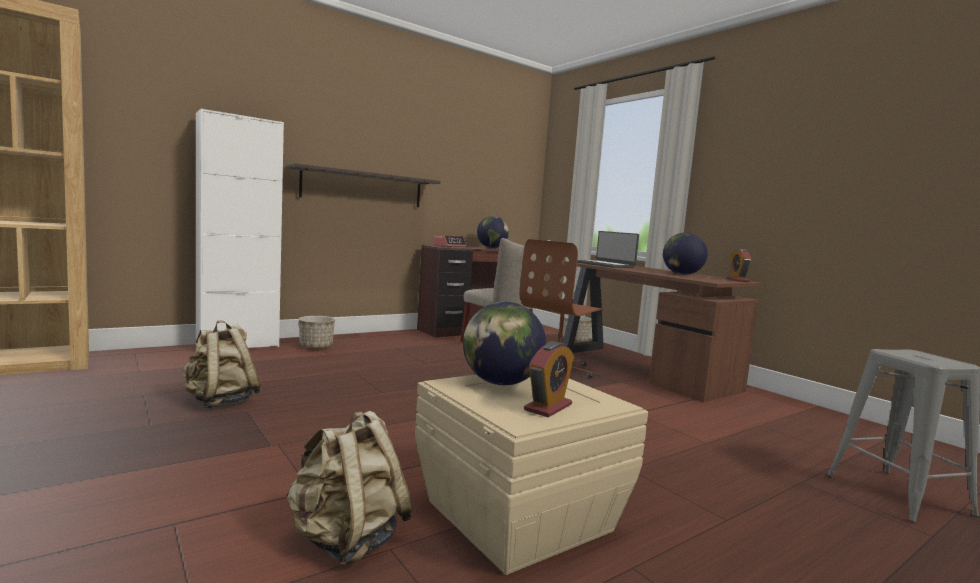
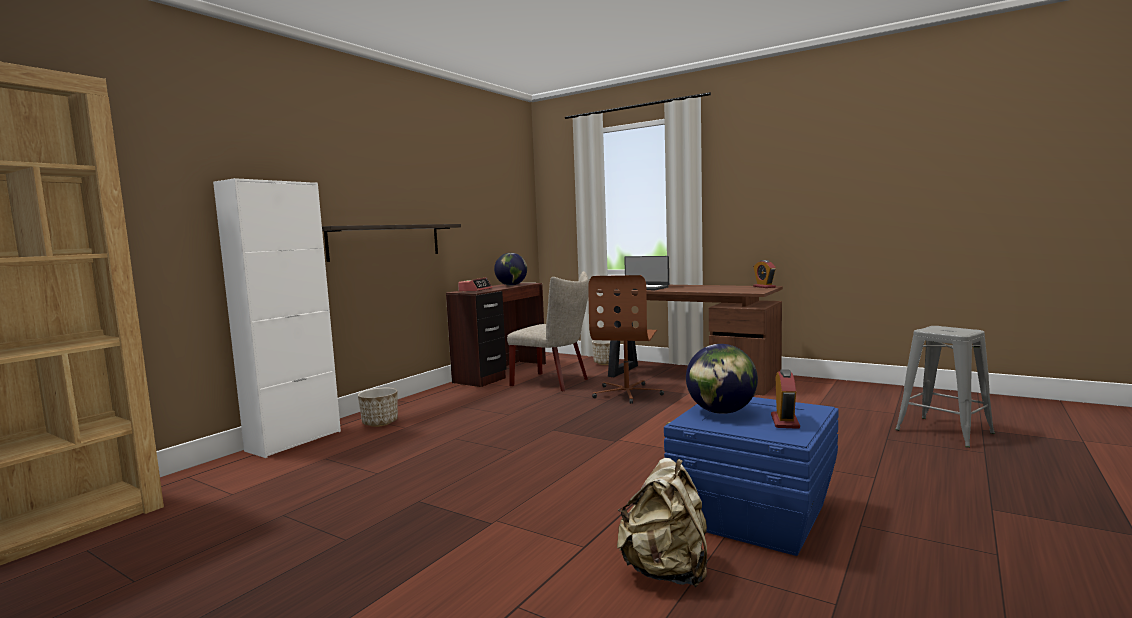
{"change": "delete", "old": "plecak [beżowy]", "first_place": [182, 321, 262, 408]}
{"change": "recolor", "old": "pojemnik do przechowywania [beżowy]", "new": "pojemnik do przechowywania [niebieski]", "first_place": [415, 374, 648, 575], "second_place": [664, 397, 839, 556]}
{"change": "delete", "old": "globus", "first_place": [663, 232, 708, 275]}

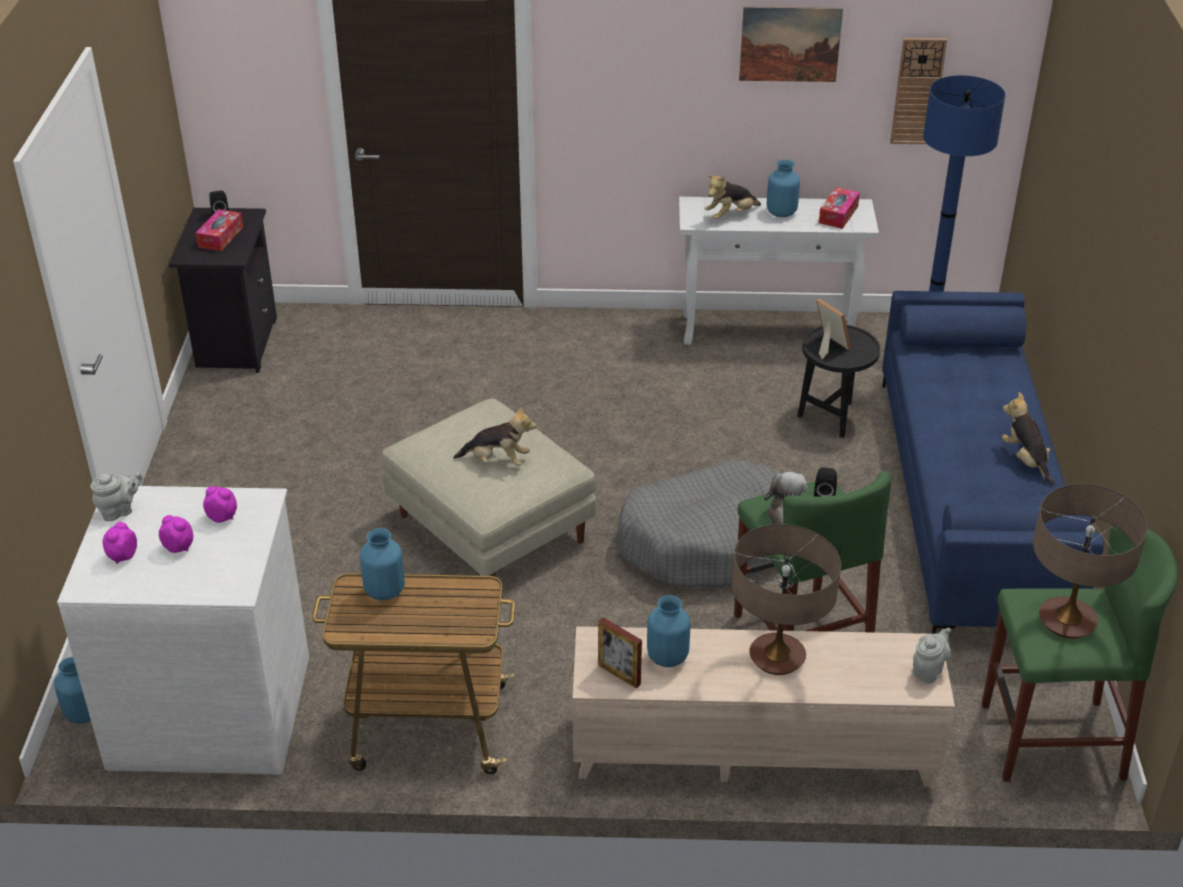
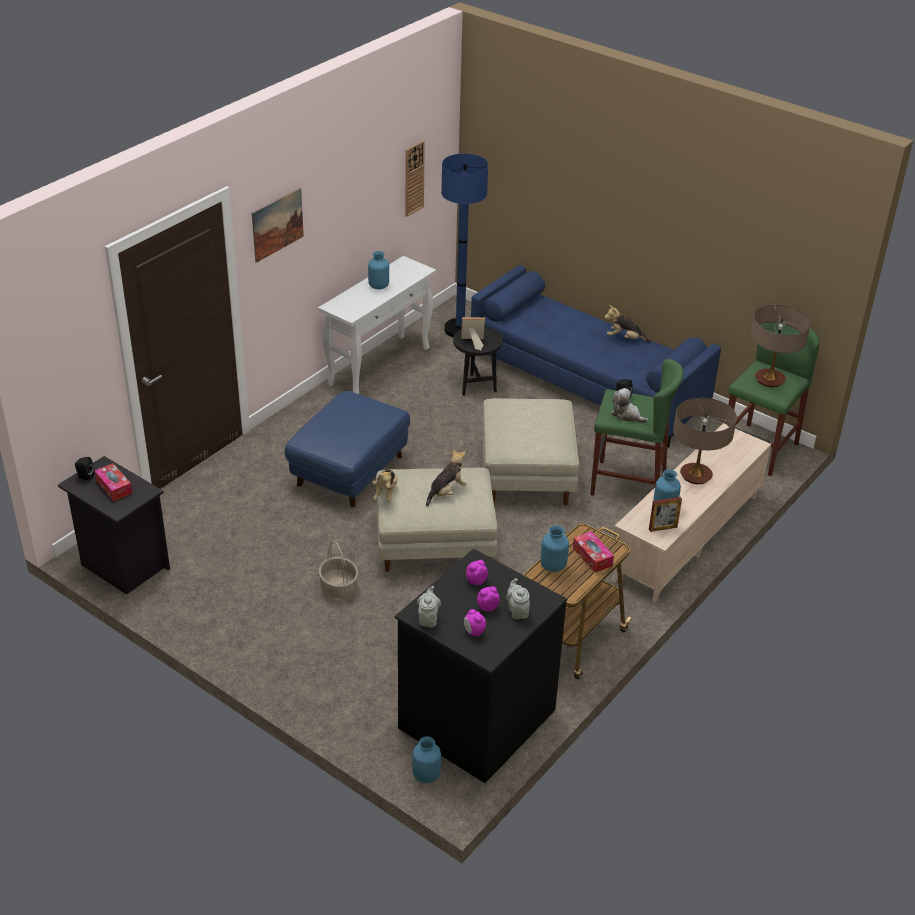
{"change": "recolor", "old": "komoda [biały]", "new": "komoda [czarny]", "first_place": [57, 486, 309, 775], "second_place": [395, 549, 567, 783]}
{"change": "replace", "old": "legowisko [szary]", "new": "pufa [beżowy]", "first_place": [616, 460, 780, 588], "second_place": [482, 398, 579, 505]}
{"change": "move", "old": "pluszak", "first_place": [705, 175, 761, 220], "second_place": [373, 470, 397, 502]}
{"change": "move", "old": "obraz", "first_place": [739, 6, 843, 82], "second_place": [252, 188, 304, 263]}
{"change": "move", "old": "pudełko chusteczek", "first_place": [819, 187, 860, 229], "second_place": [573, 531, 614, 573]}
{"change": "move", "old": "imbryk [szary]", "first_place": [913, 628, 951, 684], "second_place": [506, 578, 530, 619]}
{"change": "insert", "new": "pufa [niebieski]", "second_place": [285, 391, 410, 507]}
{"change": "insert", "new": "koszyk", "second_place": [319, 540, 358, 598]}

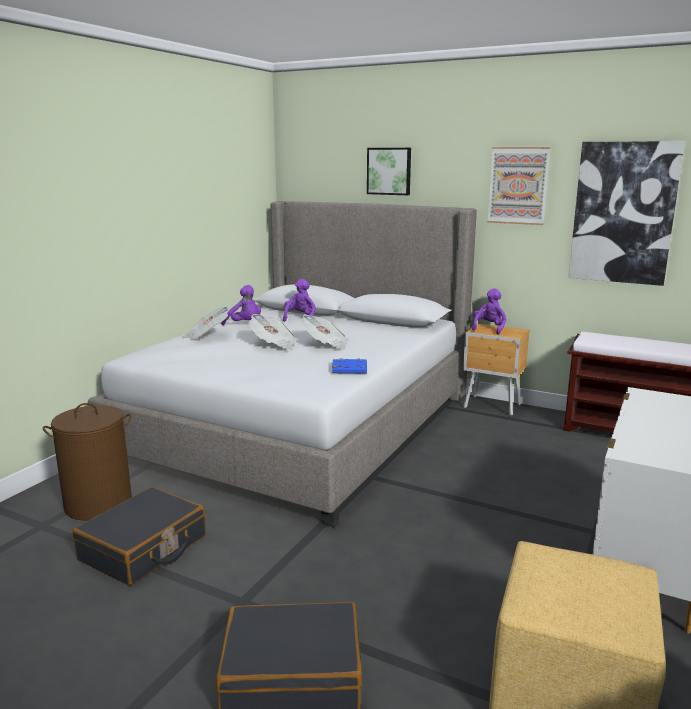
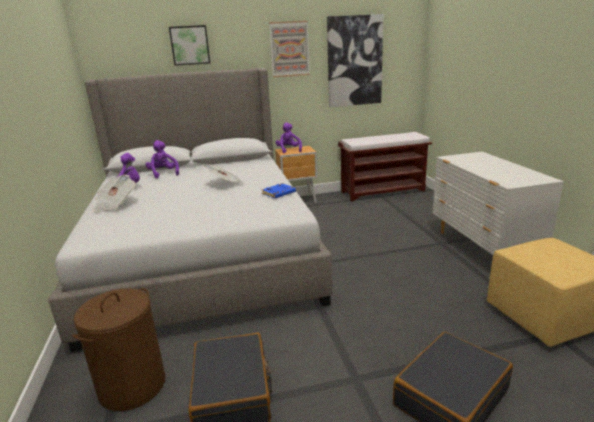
{"change": "delete", "old": "gazeta", "first_place": [248, 314, 298, 350]}

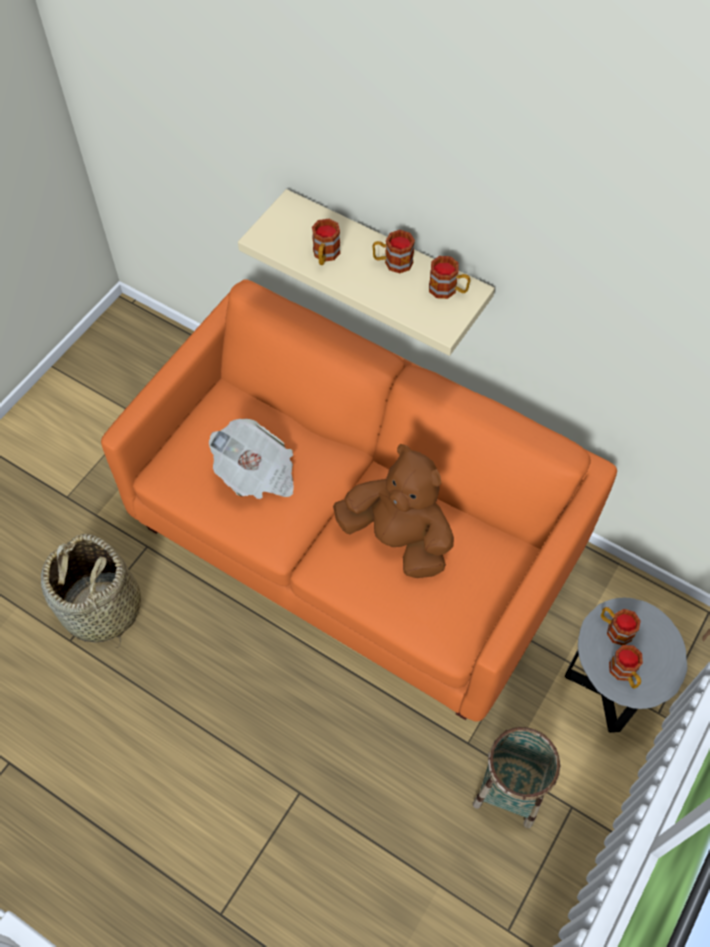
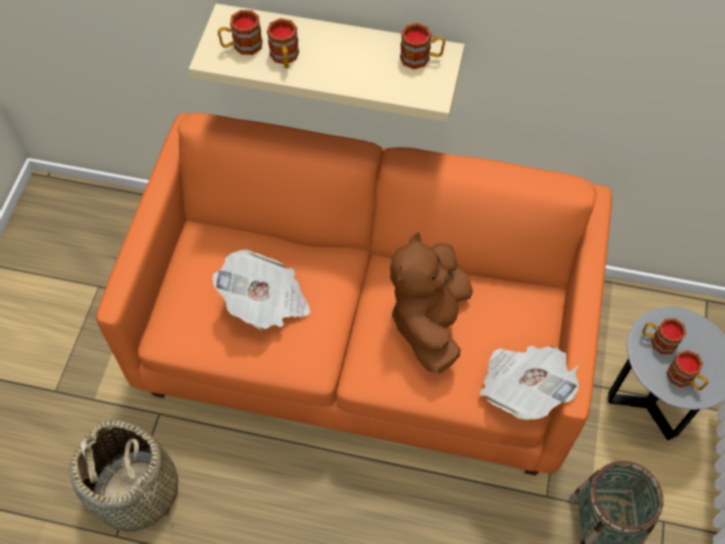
{"change": "rotate", "old": "pluszak [brązowy]", "first_place": [333, 444, 454, 578], "second_place": [390, 232, 473, 373], "degrees": -90}
{"change": "move", "old": "kubek", "first_place": [372, 230, 415, 273], "second_place": [218, 10, 263, 55]}
{"change": "insert", "new": "gazeta", "second_place": [480, 346, 579, 420]}

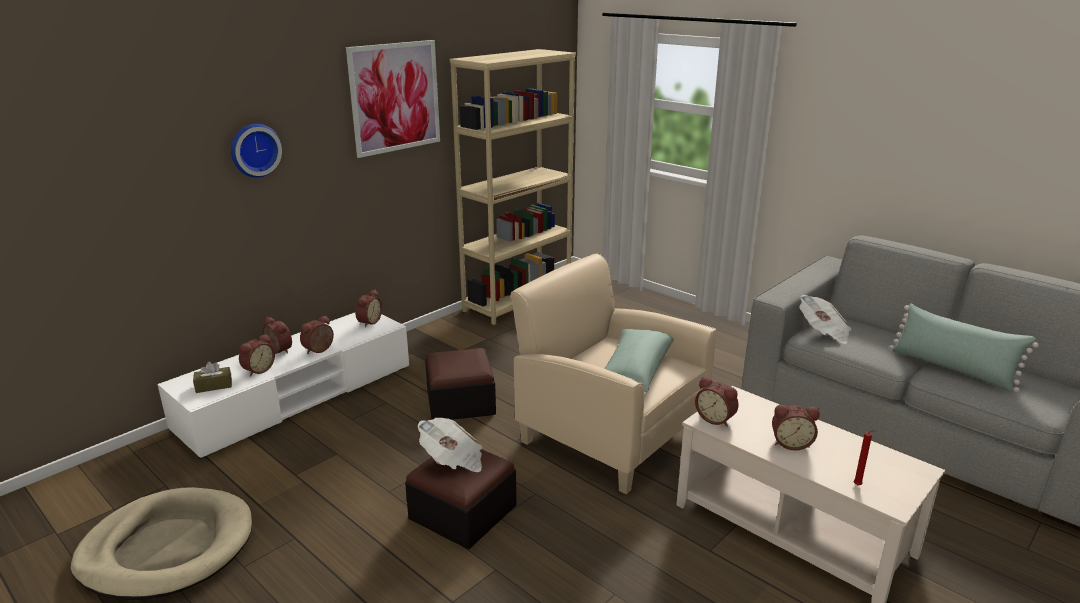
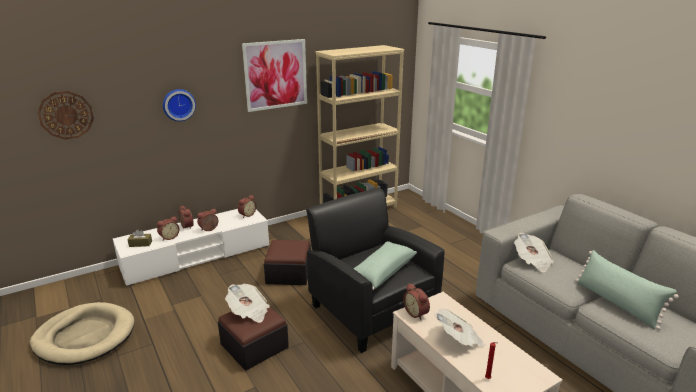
{"change": "recolor", "old": "fotel [beżowy]", "new": "fotel [czarny]", "first_place": [511, 253, 716, 494], "second_place": [306, 188, 445, 353]}
{"change": "replace", "old": "budzik", "new": "gazeta", "first_place": [772, 405, 820, 450], "second_place": [434, 309, 486, 347]}
{"change": "insert", "new": "zegar ścienny", "second_place": [37, 91, 94, 140]}

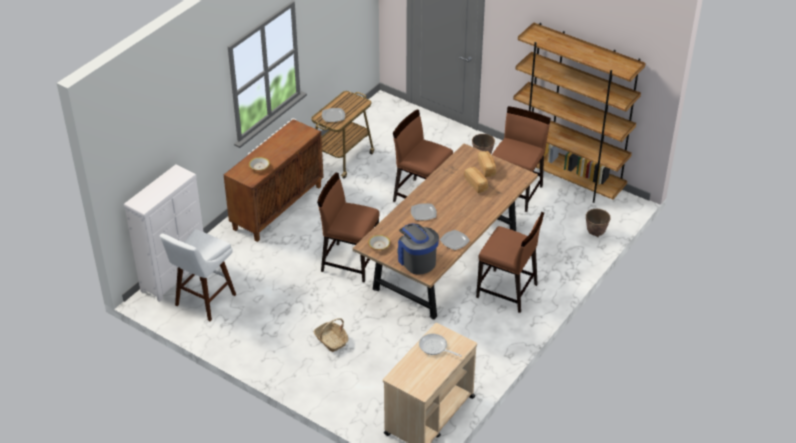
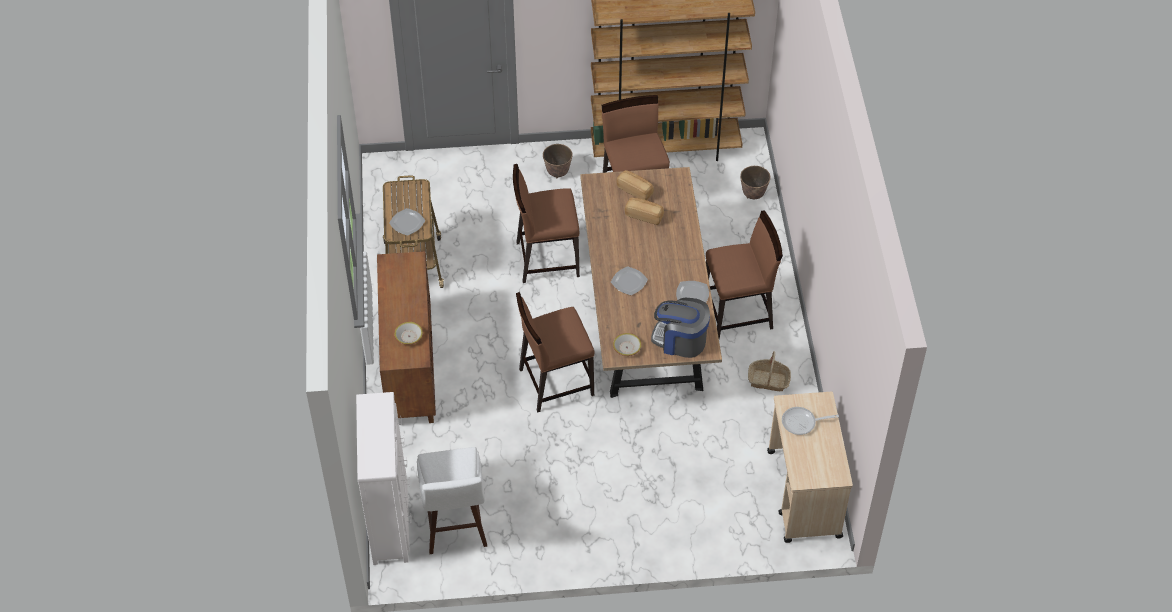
{"change": "move", "old": "koszyk", "first_place": [313, 318, 349, 352], "second_place": [748, 351, 791, 391]}

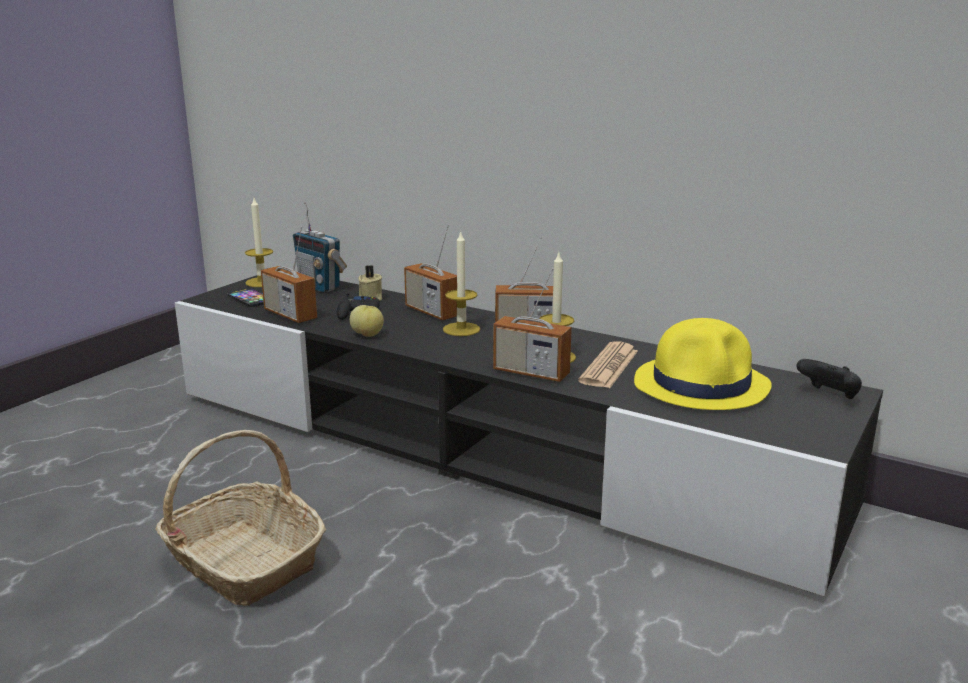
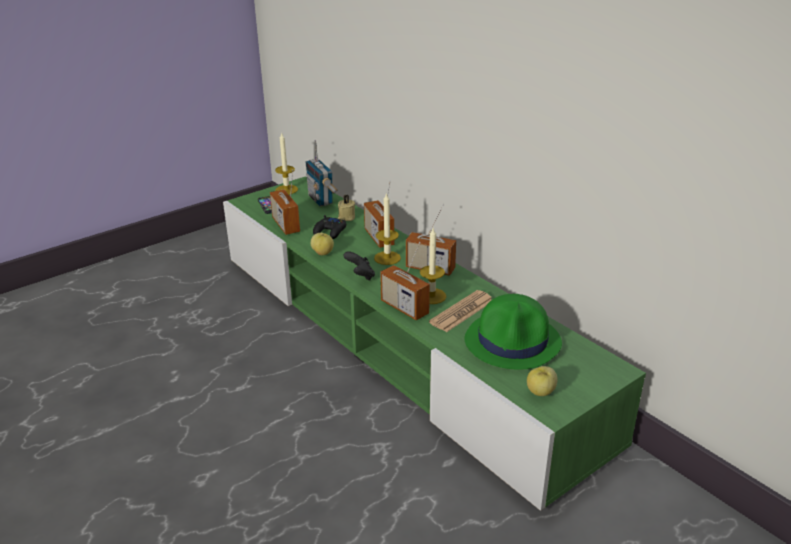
{"change": "delete", "old": "koszyk", "first_place": [155, 430, 326, 606]}
{"change": "recolor", "old": "szafka pod telewizor [czarny]", "new": "szafka pod telewizor [zielony]", "first_place": [175, 275, 883, 596], "second_place": [223, 176, 646, 511]}
{"change": "recolor", "old": "kapelusz [żółty]", "new": "kapelusz [zielony]", "first_place": [634, 318, 772, 410], "second_place": [464, 294, 562, 369]}
{"change": "move", "old": "pad do gier [czarny]", "first_place": [796, 359, 862, 399], "second_place": [343, 251, 375, 281]}
{"change": "insert", "new": "jabłko", "second_place": [527, 366, 557, 396]}

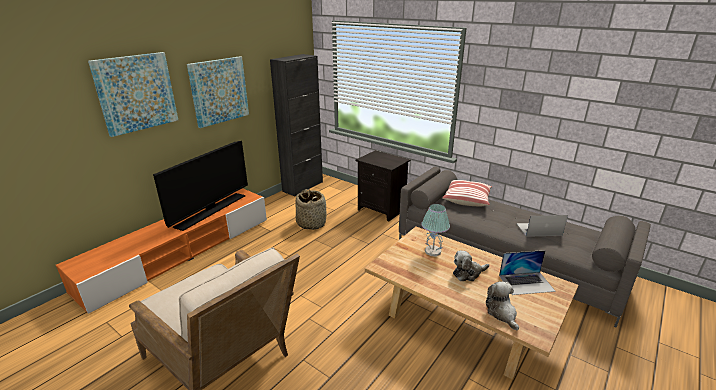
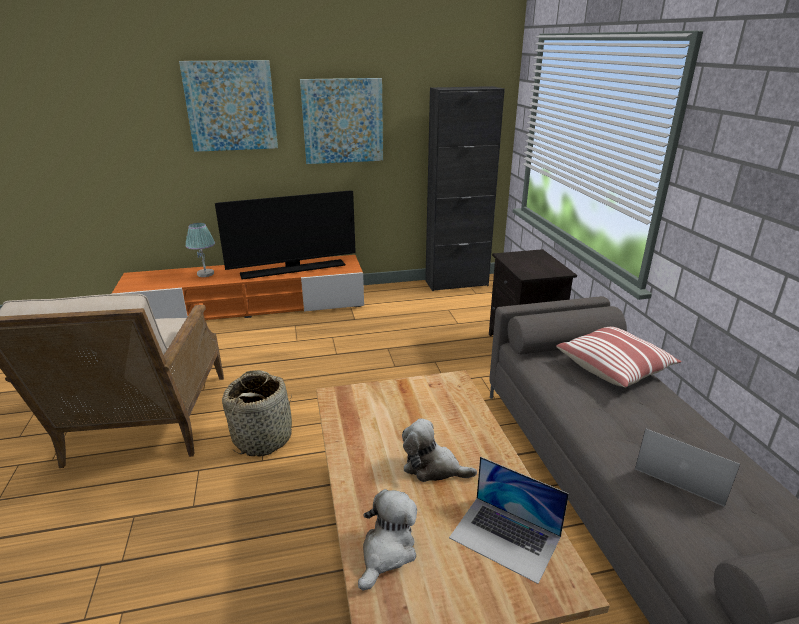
{"change": "move", "old": "koszyk", "first_place": [295, 189, 327, 230], "second_place": [222, 370, 292, 456]}
{"change": "move", "old": "lampa stołowa", "first_place": [421, 204, 450, 257], "second_place": [185, 223, 215, 277]}

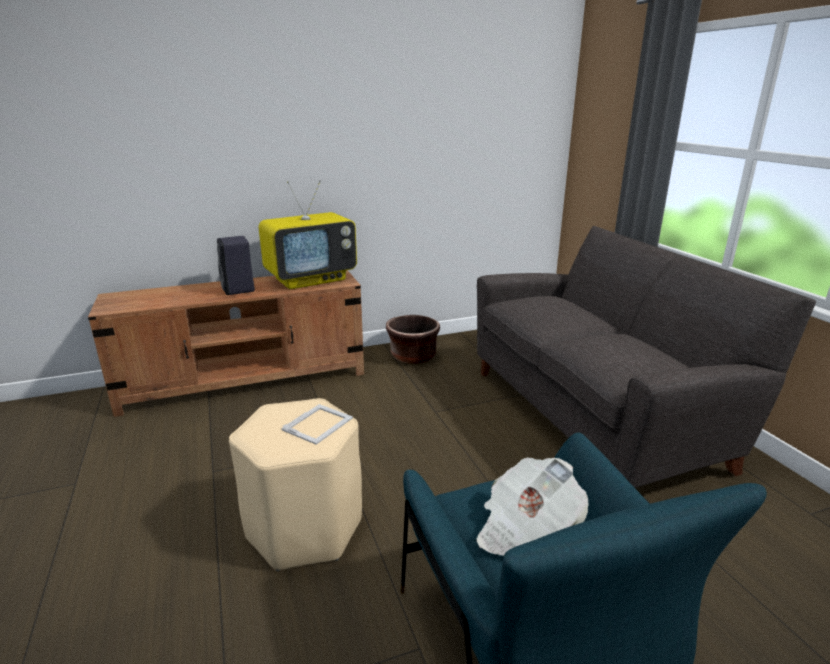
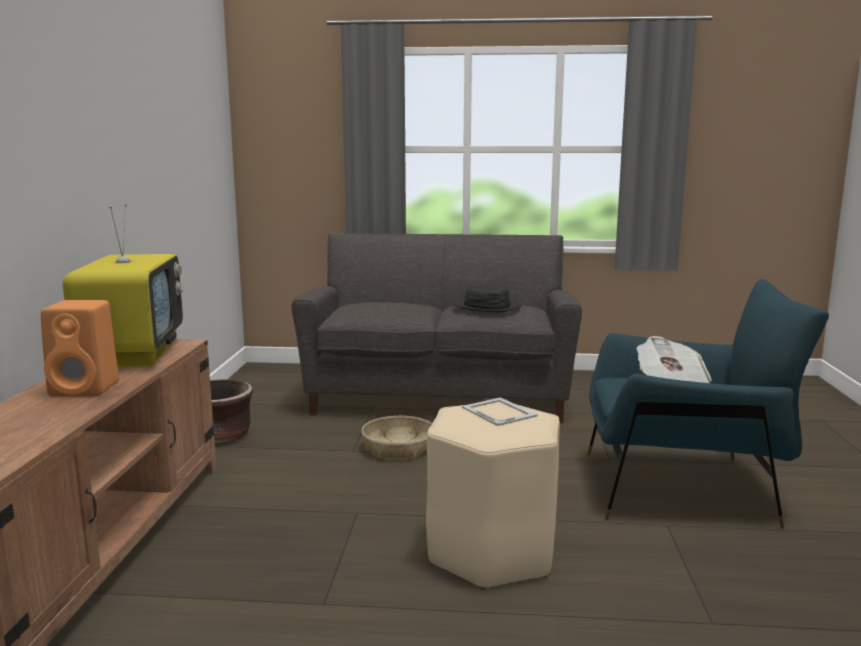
{"change": "recolor", "old": "głośnik [czarny]", "new": "głośnik [pomarańczowy]", "first_place": [217, 236, 255, 295], "second_place": [41, 300, 119, 397]}
{"change": "insert", "new": "koszyk", "second_place": [362, 416, 432, 460]}
{"change": "insert", "new": "kapelusz [czarny]", "second_place": [453, 285, 522, 312]}

